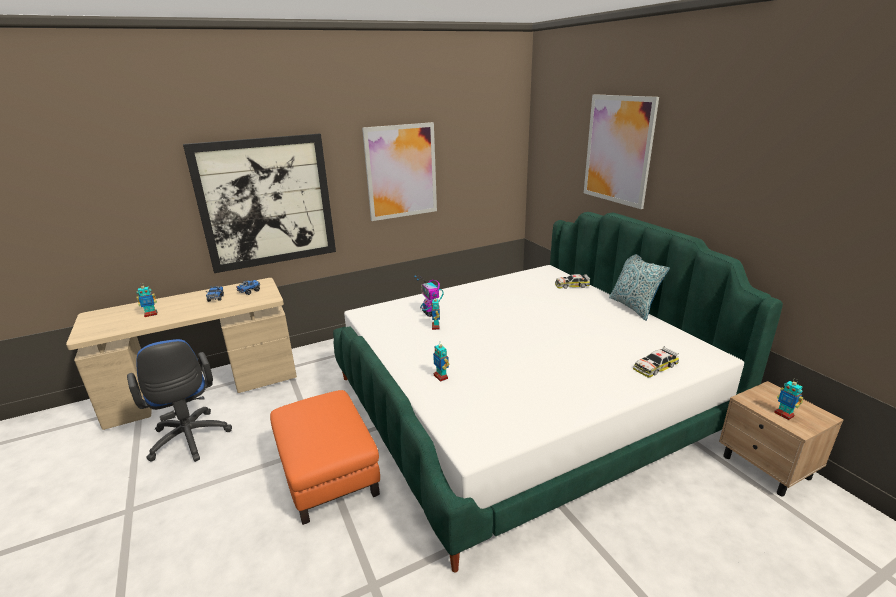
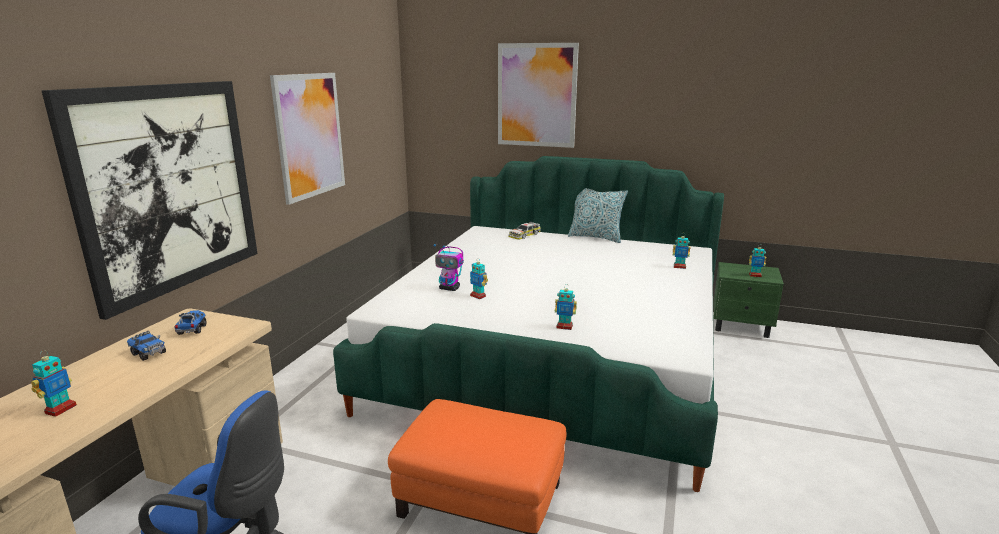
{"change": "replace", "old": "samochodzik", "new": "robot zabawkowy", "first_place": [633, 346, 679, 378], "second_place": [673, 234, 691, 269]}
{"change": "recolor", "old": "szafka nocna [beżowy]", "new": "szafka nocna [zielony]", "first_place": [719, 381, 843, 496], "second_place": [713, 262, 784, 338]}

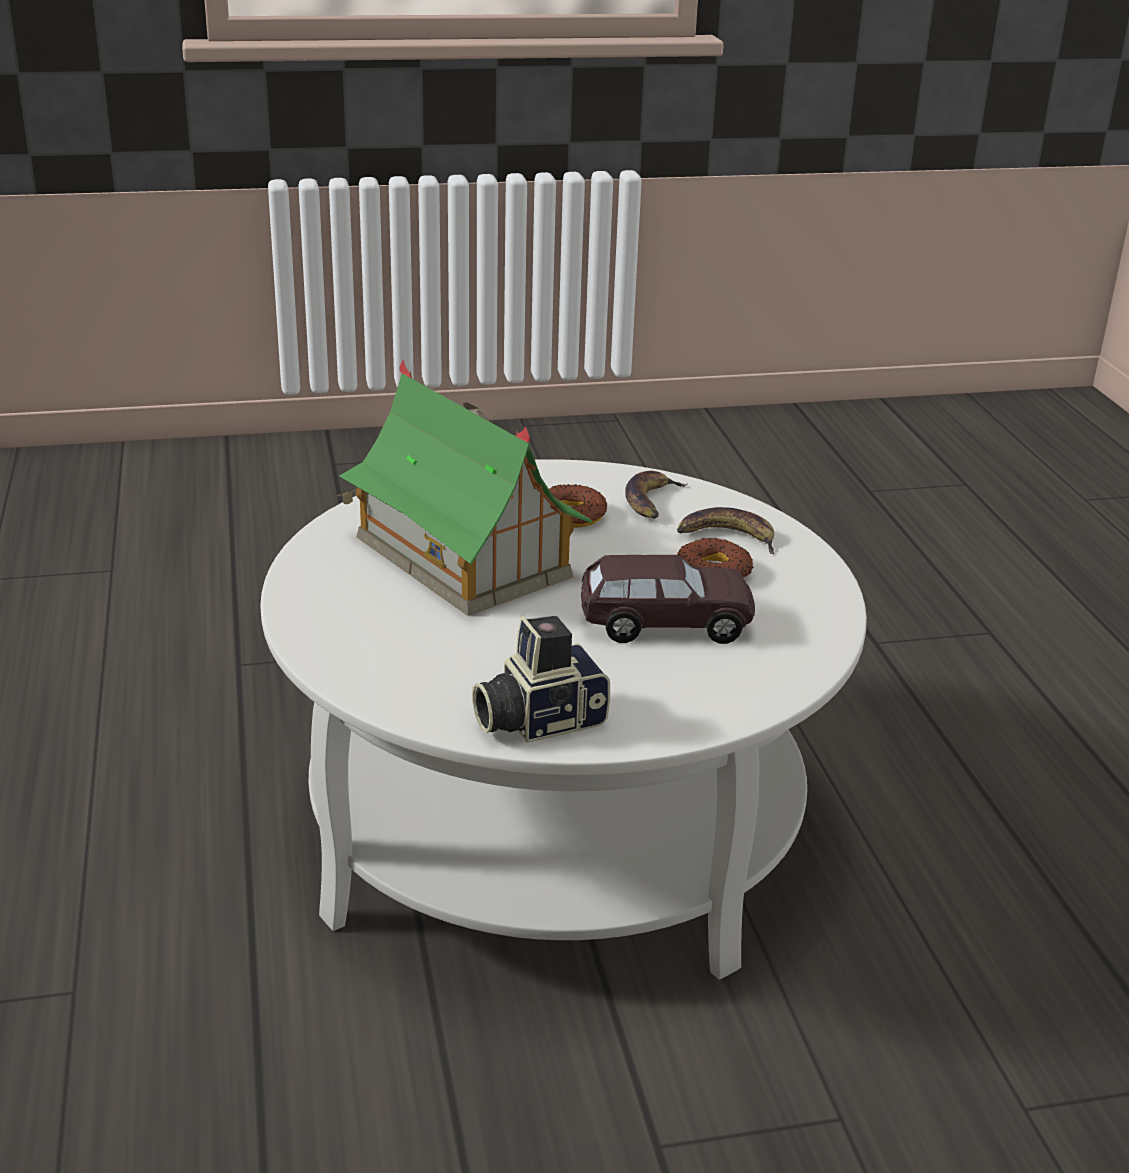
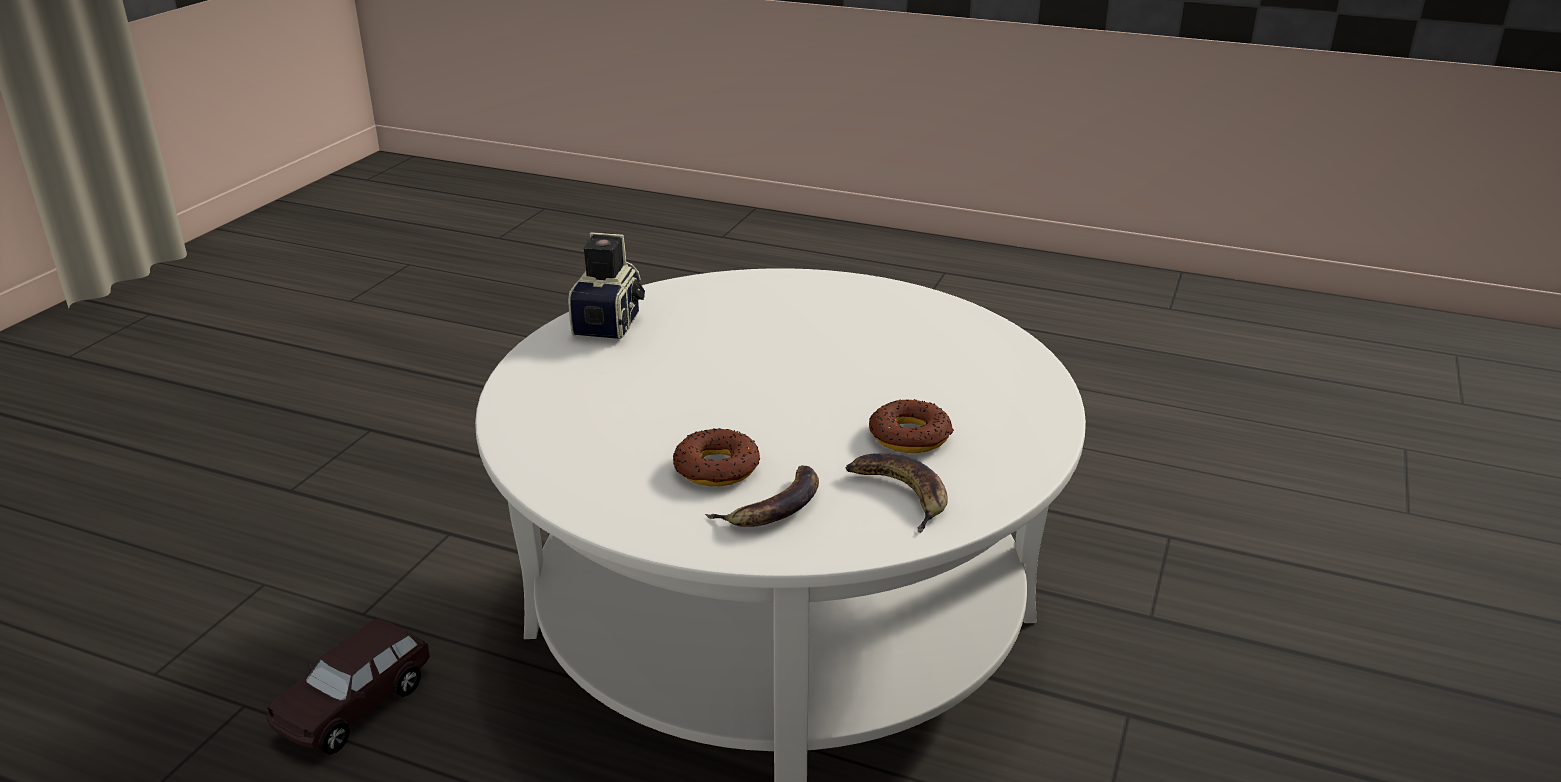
{"change": "delete", "old": "domek", "first_place": [337, 360, 592, 616]}
{"change": "move", "old": "samochodzik [brązowy]", "first_place": [581, 555, 755, 644], "second_place": [266, 619, 430, 755]}

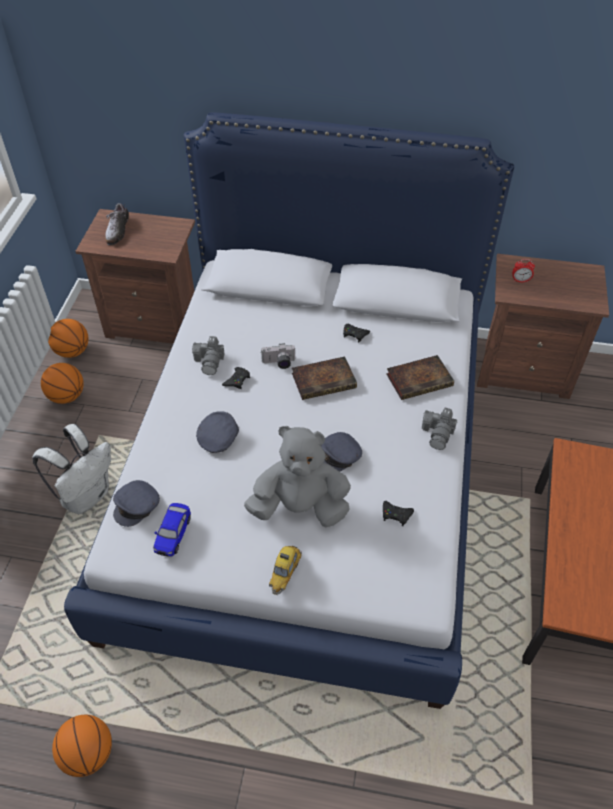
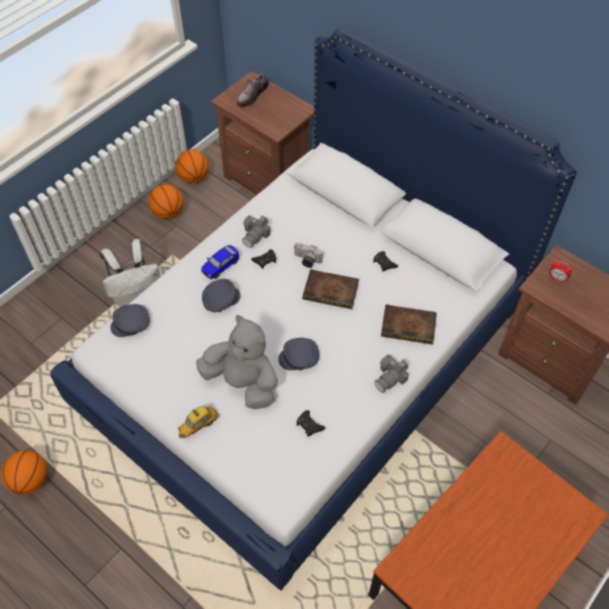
{"change": "move", "old": "samochodzik", "first_place": [153, 503, 191, 557], "second_place": [201, 245, 239, 279]}

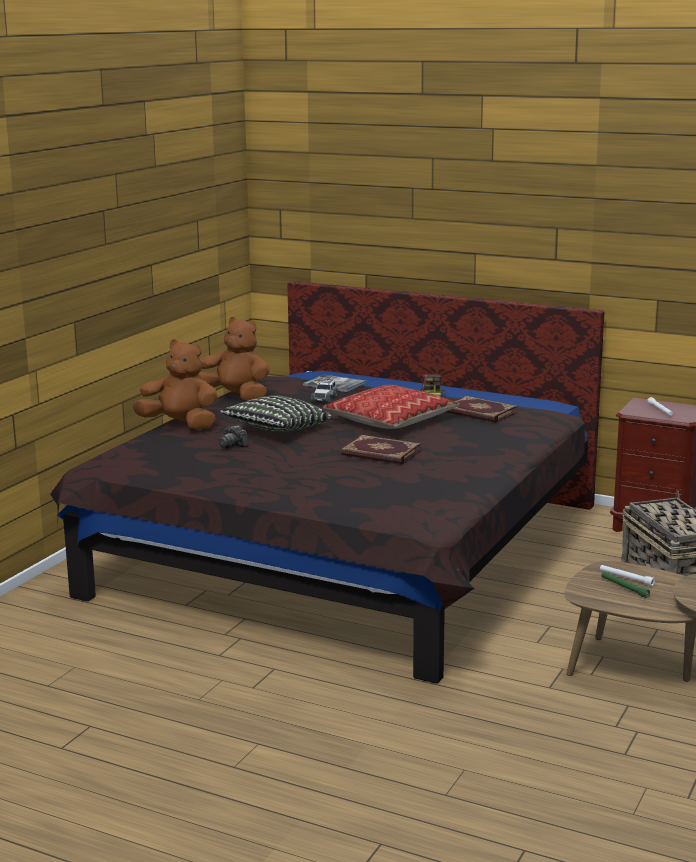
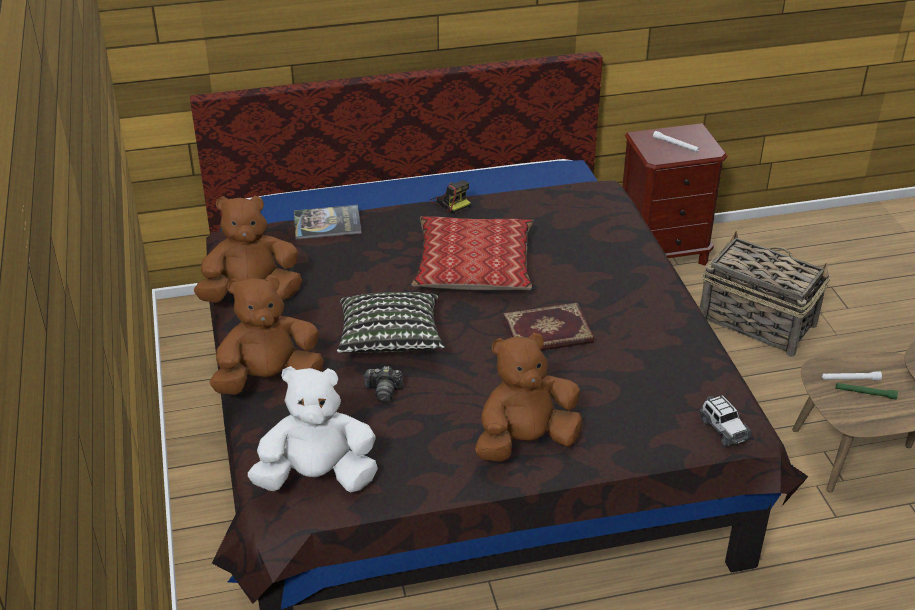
{"change": "move", "old": "samochodzik", "first_place": [311, 379, 338, 404], "second_place": [699, 395, 752, 446]}
{"change": "delete", "old": "książka", "first_place": [445, 396, 517, 423]}
{"change": "insert", "new": "pluszak [biały]", "second_place": [248, 366, 378, 492]}
{"change": "insert", "new": "pluszak [brązowy]", "second_place": [475, 333, 583, 462]}

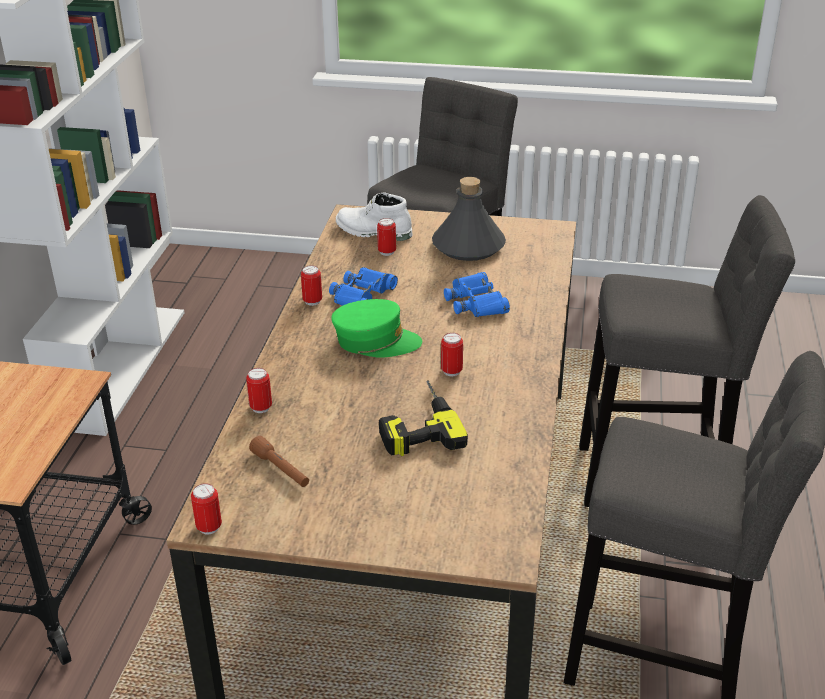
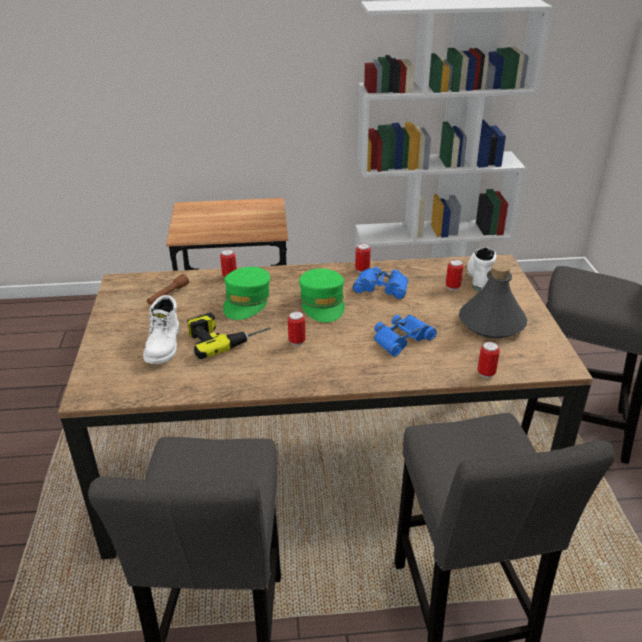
{"change": "move", "old": "puszka", "first_place": [191, 483, 222, 534], "second_place": [478, 342, 500, 378]}
{"change": "insert", "new": "but z cholewką [biały]", "second_place": [143, 295, 179, 364]}
{"change": "insert", "new": "czapka z daszkiem [zielony]", "second_place": [223, 267, 270, 320]}

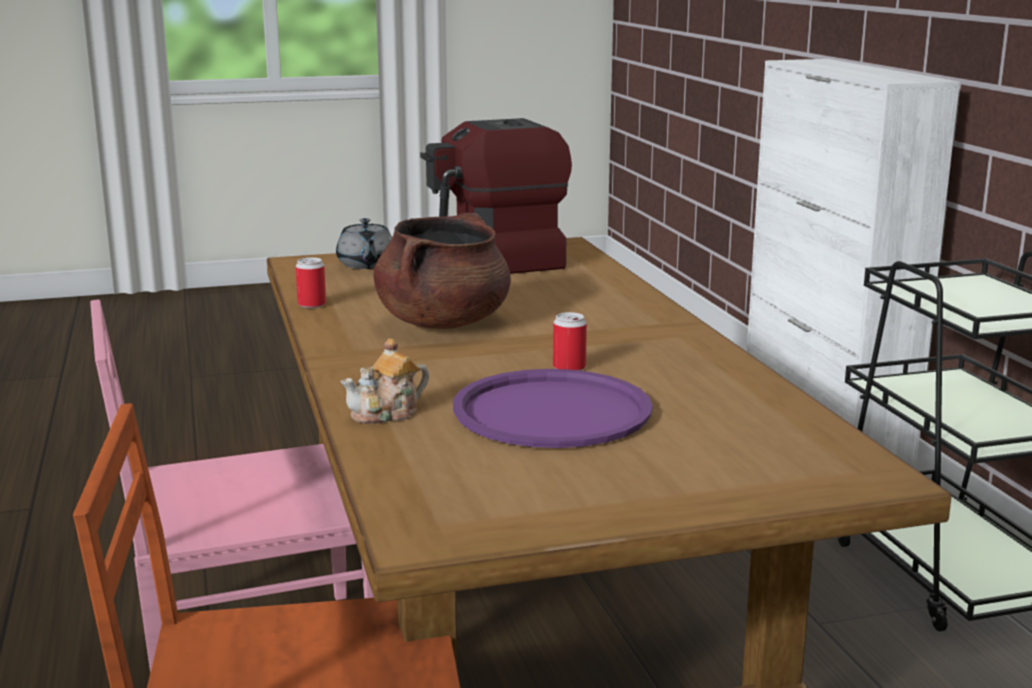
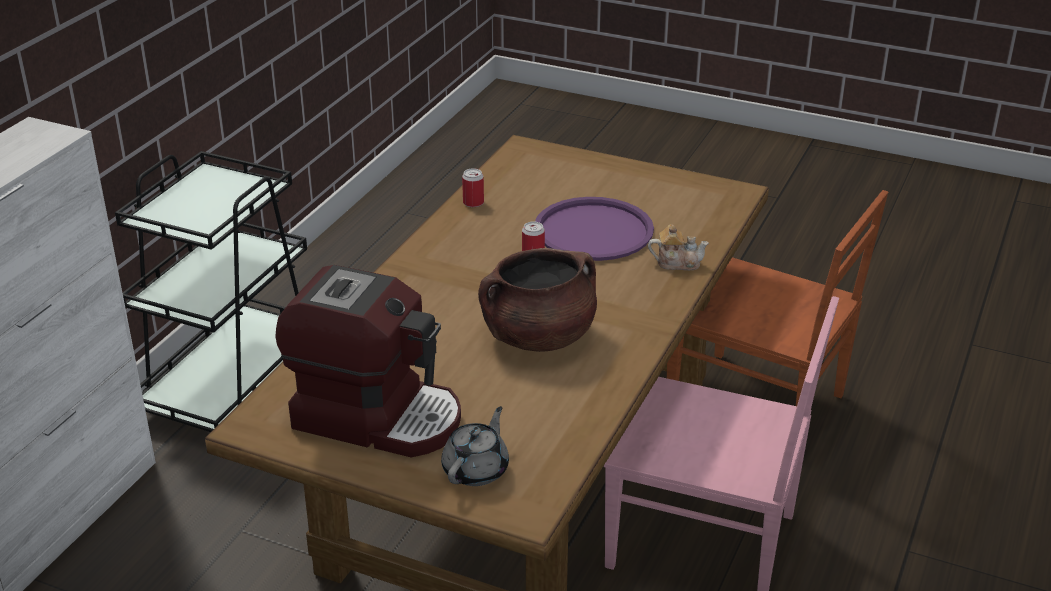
{"change": "move", "old": "puszka", "first_place": [296, 257, 326, 308], "second_place": [462, 168, 484, 207]}

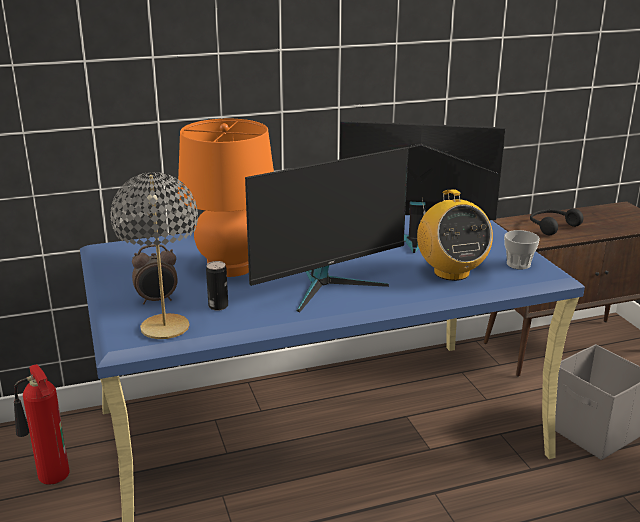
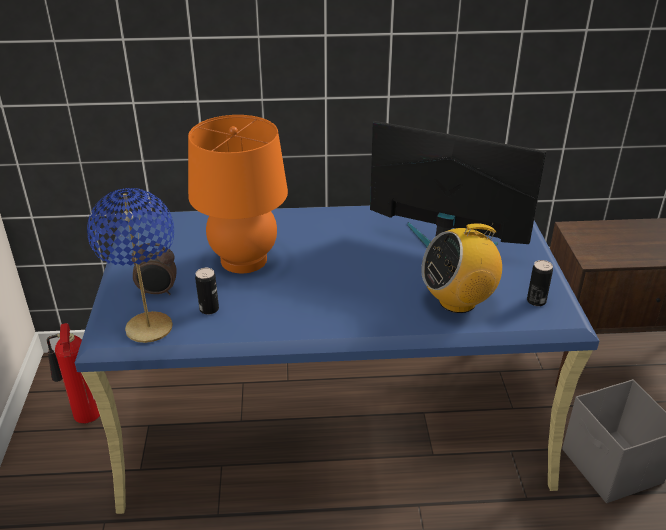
{"change": "recolor", "old": "lampa stołowa [szary]", "new": "lampa stołowa [niebieski]", "first_place": [111, 172, 198, 339], "second_place": [87, 188, 174, 343]}
{"change": "delete", "old": "monitor", "first_place": [245, 147, 409, 312]}
{"change": "rotate", "old": "radio", "first_place": [417, 189, 493, 281], "second_place": [421, 223, 502, 313], "degrees": 75}
{"change": "replace", "old": "filiżanka", "new": "puszka", "first_place": [504, 230, 540, 269], "second_place": [527, 260, 553, 306]}
{"change": "delete", "old": "słuchawki [czarny]", "first_place": [530, 209, 584, 235]}

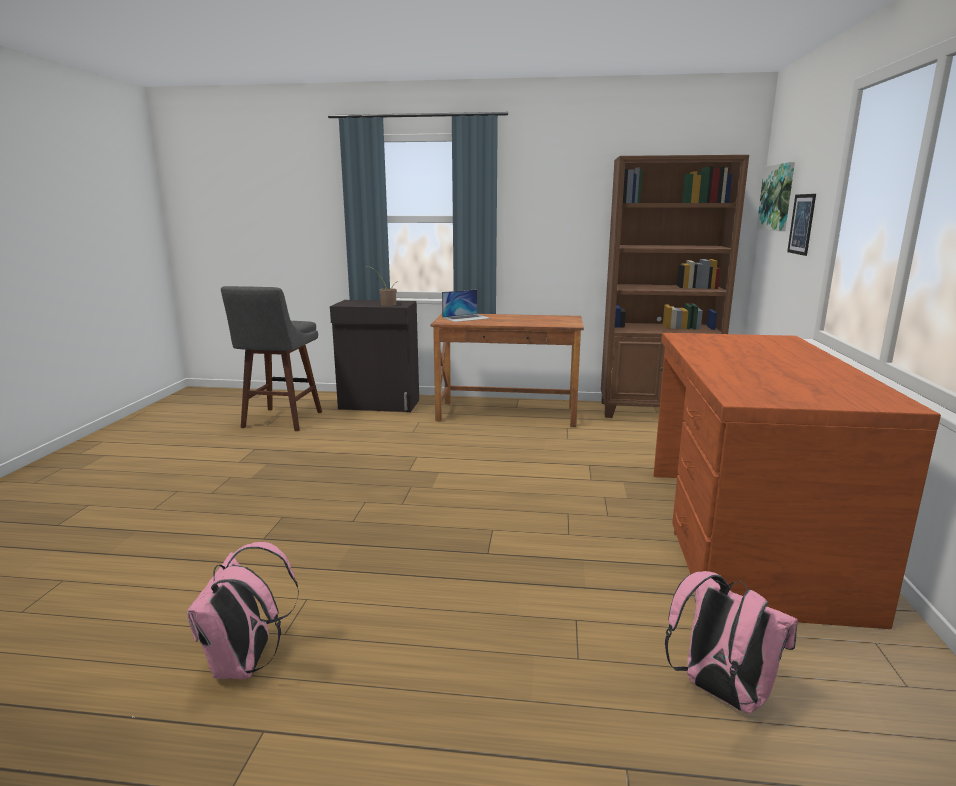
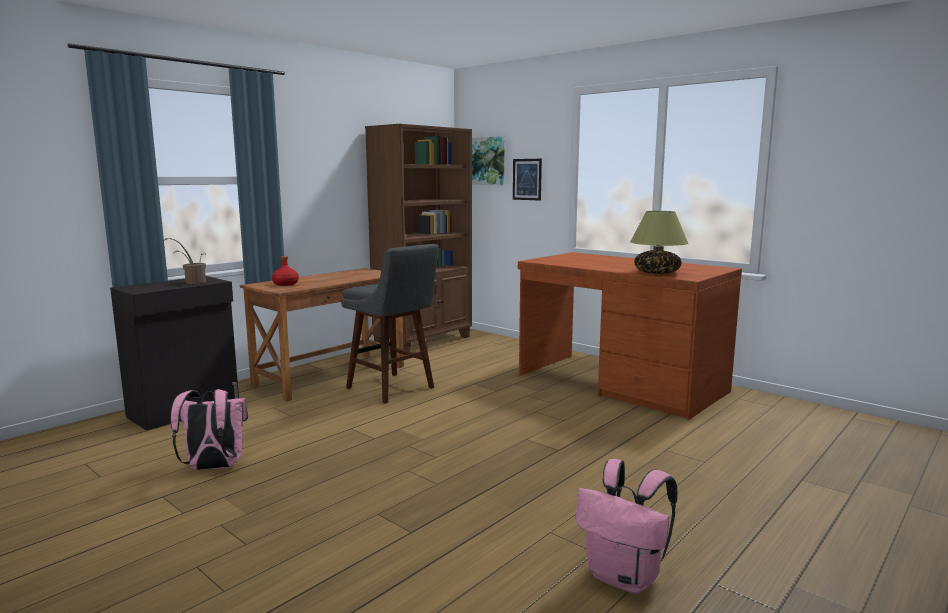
{"change": "move", "old": "stołek [szary]", "first_place": [221, 286, 322, 431], "second_place": [341, 244, 439, 404]}
{"change": "replace", "old": "laptop", "new": "butelka [czerwony]", "first_place": [442, 289, 491, 322], "second_place": [272, 256, 299, 286]}
{"change": "move", "old": "plecak [różowy]", "first_place": [665, 571, 798, 713], "second_place": [171, 389, 248, 470]}
{"change": "insert", "new": "lampa stołowa", "second_place": [630, 211, 689, 274]}

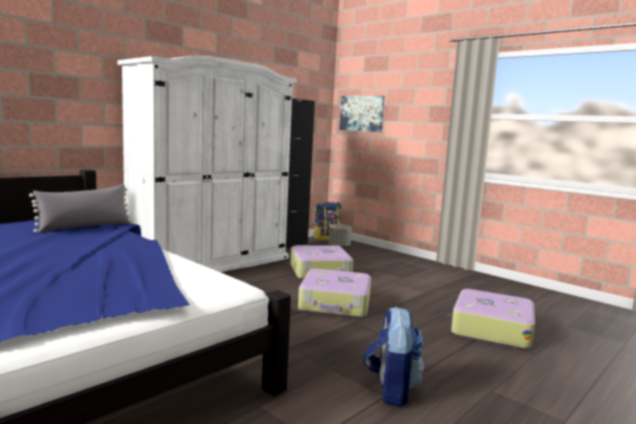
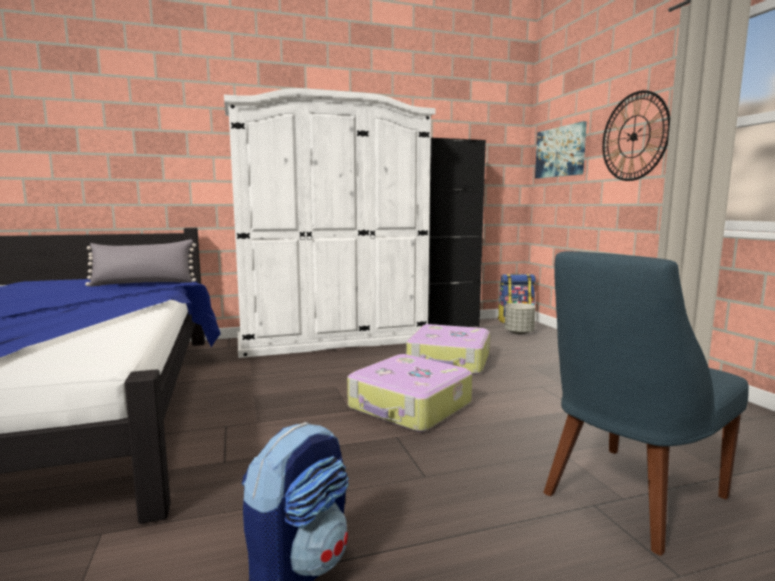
{"change": "replace", "old": "walizka", "new": "krzesło [niebieski]", "first_place": [451, 289, 535, 349], "second_place": [543, 251, 749, 556]}
{"change": "insert", "new": "zegar ścienny", "second_place": [602, 90, 670, 181]}

